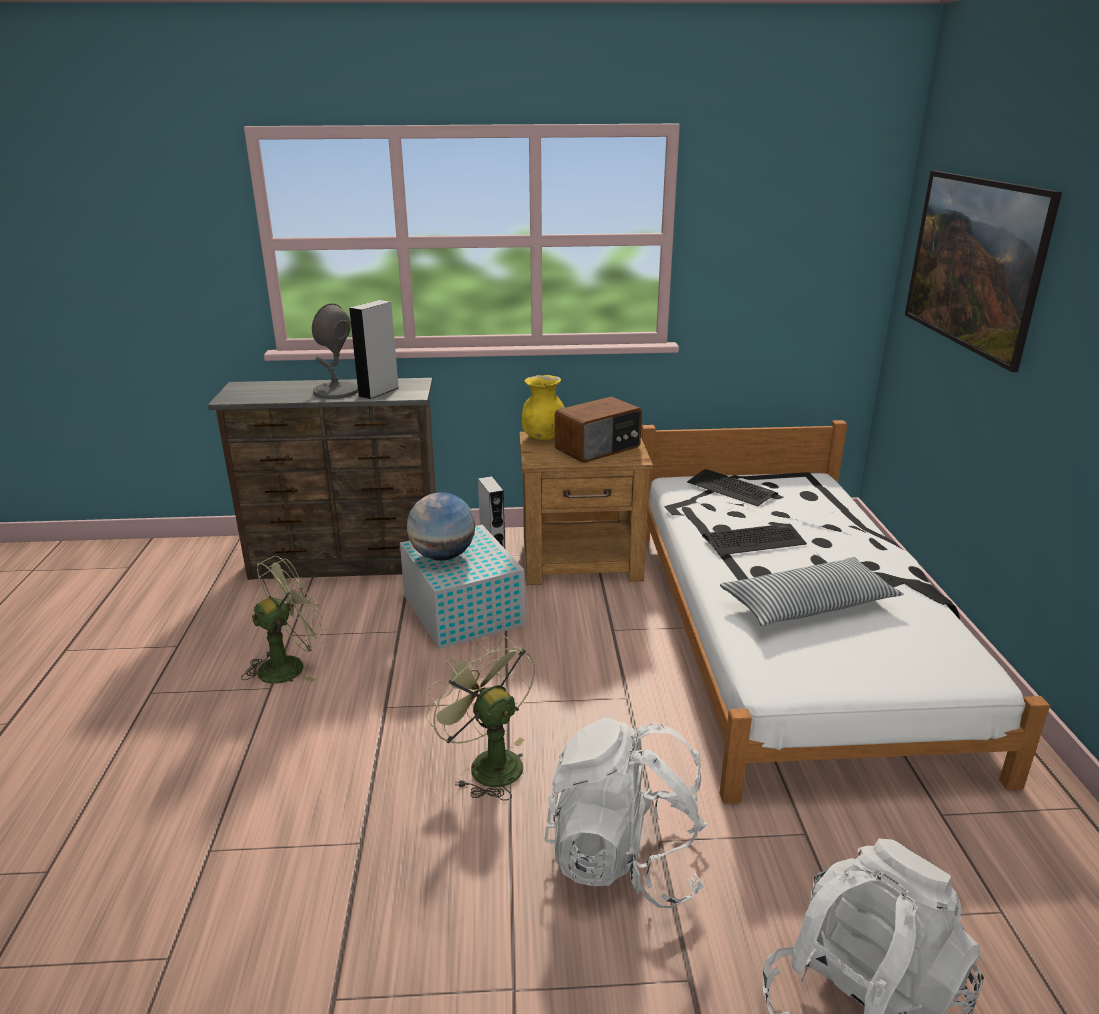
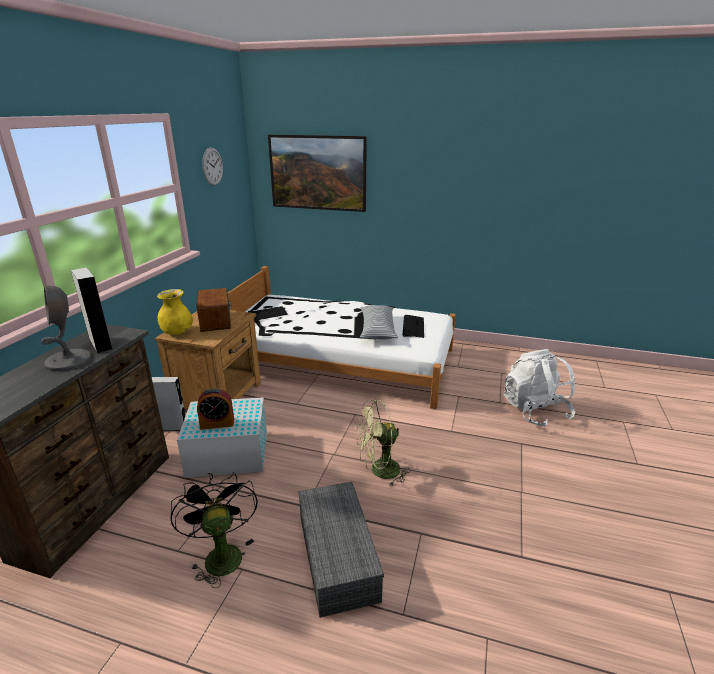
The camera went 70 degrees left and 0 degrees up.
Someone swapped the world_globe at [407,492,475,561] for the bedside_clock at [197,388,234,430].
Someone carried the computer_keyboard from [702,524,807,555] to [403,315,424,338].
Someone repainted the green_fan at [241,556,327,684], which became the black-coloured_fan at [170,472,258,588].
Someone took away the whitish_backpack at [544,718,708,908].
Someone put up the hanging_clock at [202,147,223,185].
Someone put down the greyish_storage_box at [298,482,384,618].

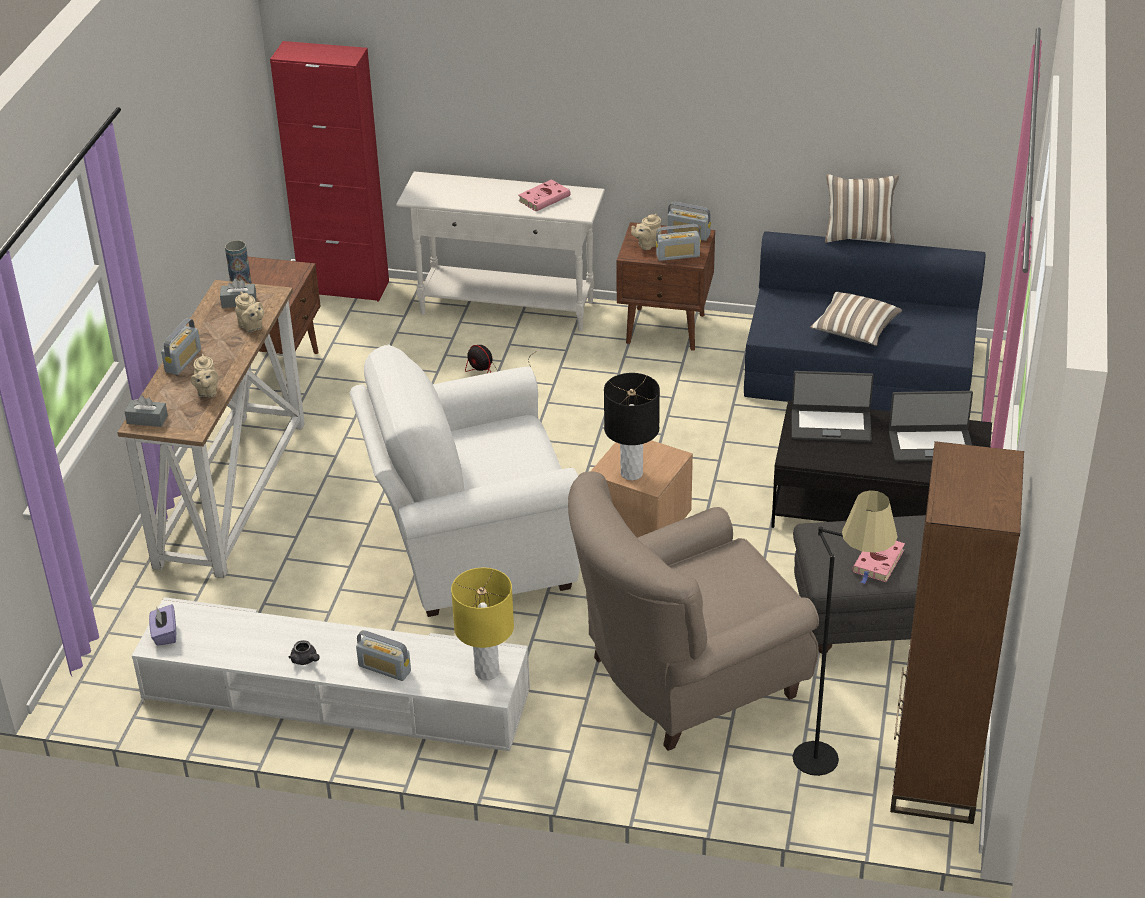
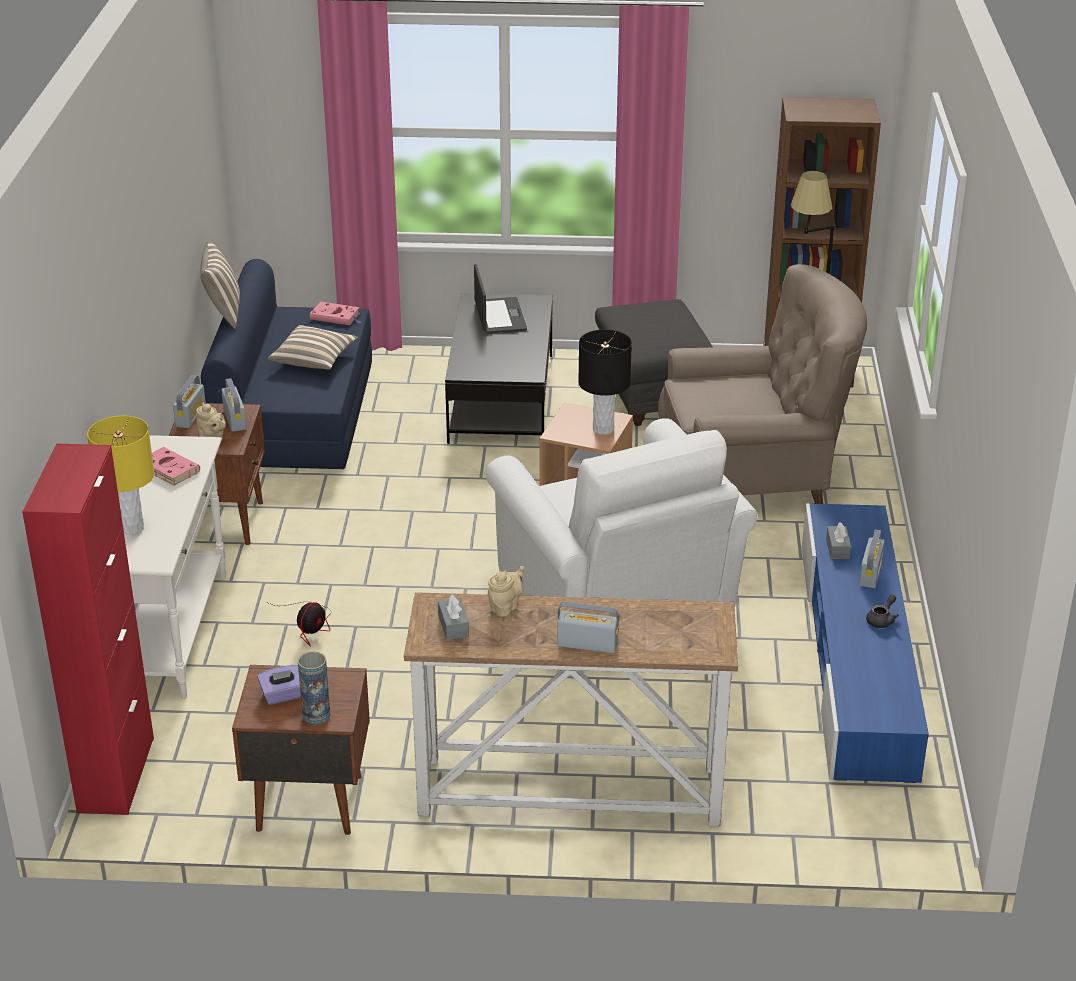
The camera went 100 degrees left and 5 degrees down.
Someone took away the beige-coloured_teapot at [191,354,219,397].
Someone took away the laptop at [792,371,874,442].
Someone carried the greyish_box_of_tissues from [124,395,168,427] to [826,522,851,559].
Someone rotated the beige-coloured_easy_chair at [568,471,819,751] by 60 degrees counterclockwise.
Someone carried the pinkish_book from [852,541,905,584] to [310,301,361,326].
Someone carried the yellow_tabletop_lamp from [451,568,514,680] to [87,416,154,535].
Someone repainted the whitish_media_console at [132,597,530,751], which became the blue-coloured_media_console at [802,503,929,783].
Someone carried the purple-coloured_box_of_tissues from [149,604,176,646] to [257,665,301,705].

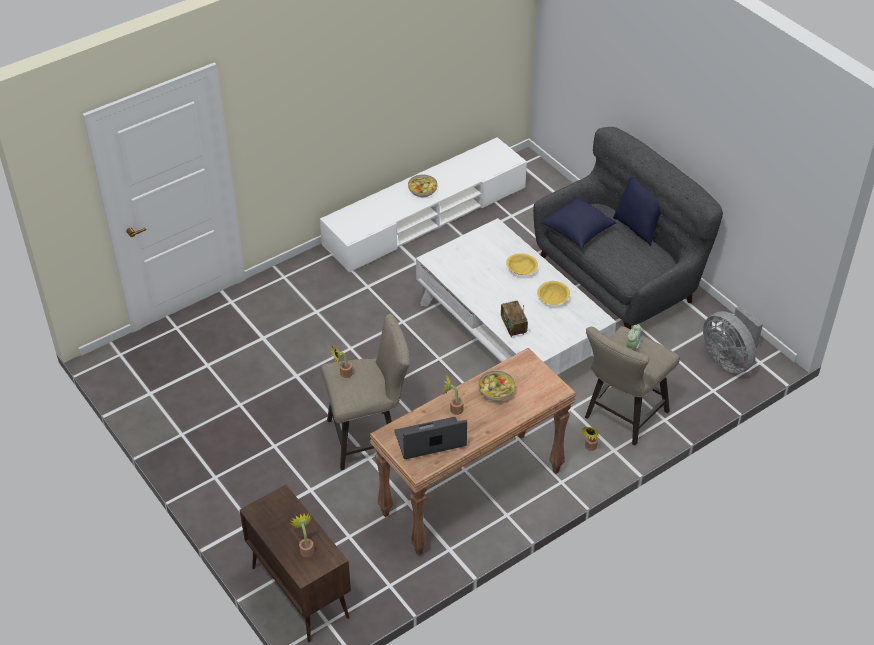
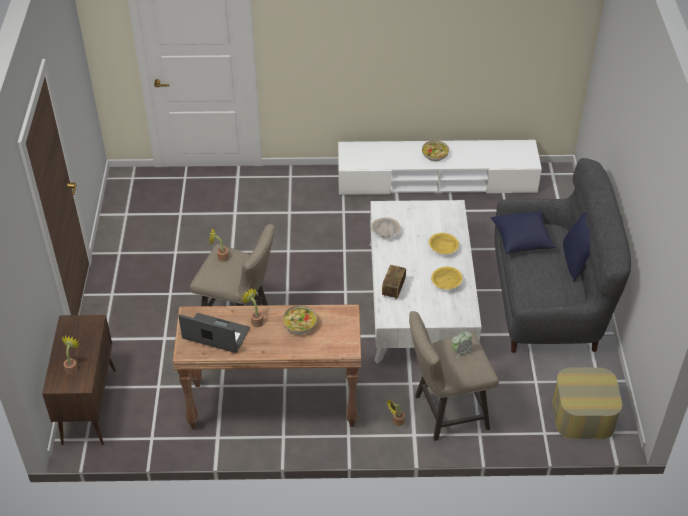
The camera went 35 degrees right and 0 degrees up.
Someone swapped the greyish_fan at [703,306,763,374] for the ottoman at [552,368,622,439].
Someone put down the beige-coloured_bowl at [371,217,400,238].

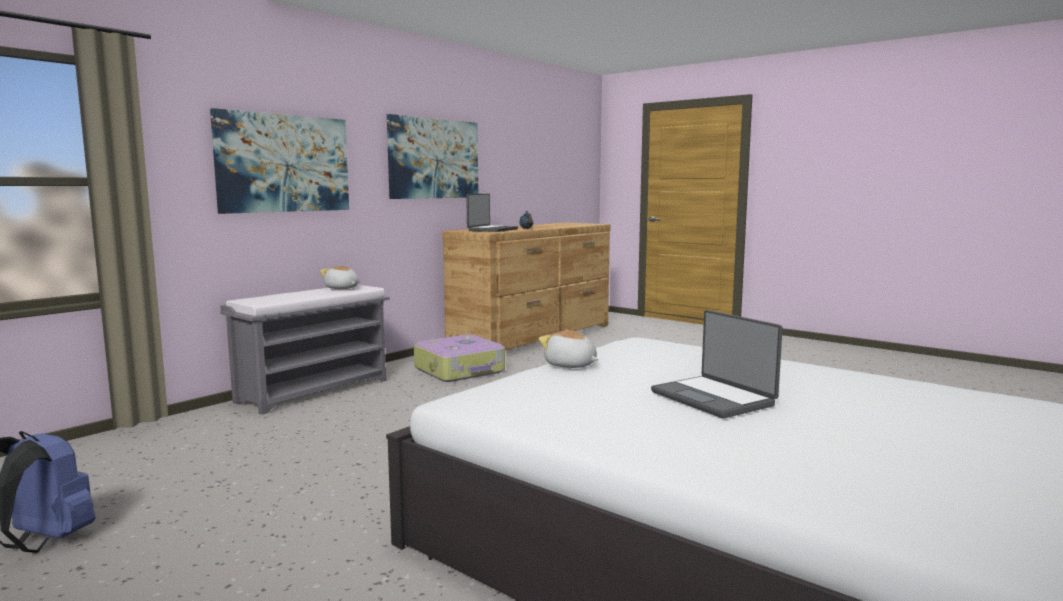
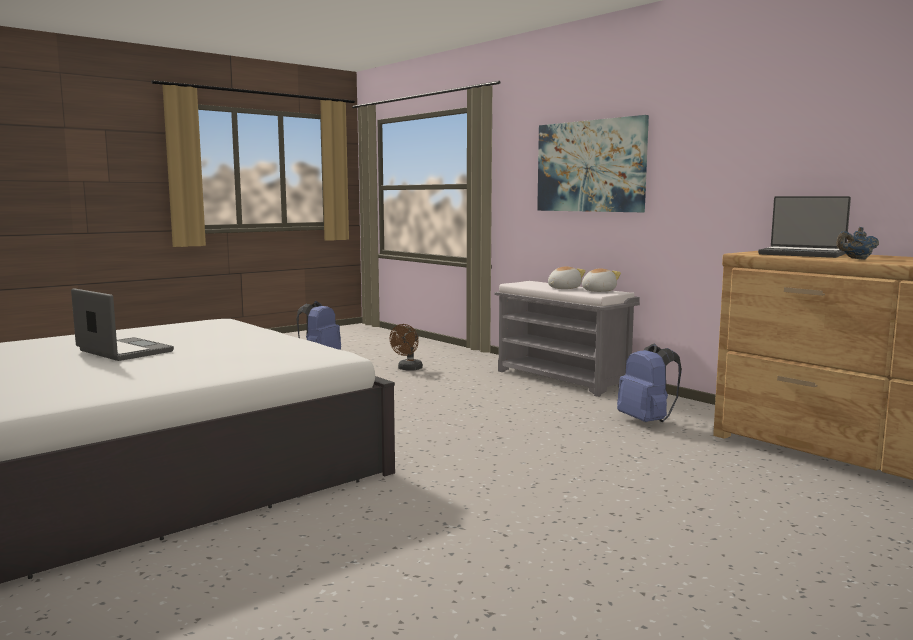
The camera went 100 degrees right and 0 degrees up.
Someone took away the wall_art at [387,114,478,199].
Someone rotated the laptop at [651,310,783,418] by 60 degrees clockwise.
Someone carried the soft_toy from [539,330,598,368] to [548,266,586,289].
Someone swapped the travel_case at [414,334,505,382] for the blue-coloured_backpack at [617,343,682,422].
Someone put down the brownish_fan at [390,324,423,371].

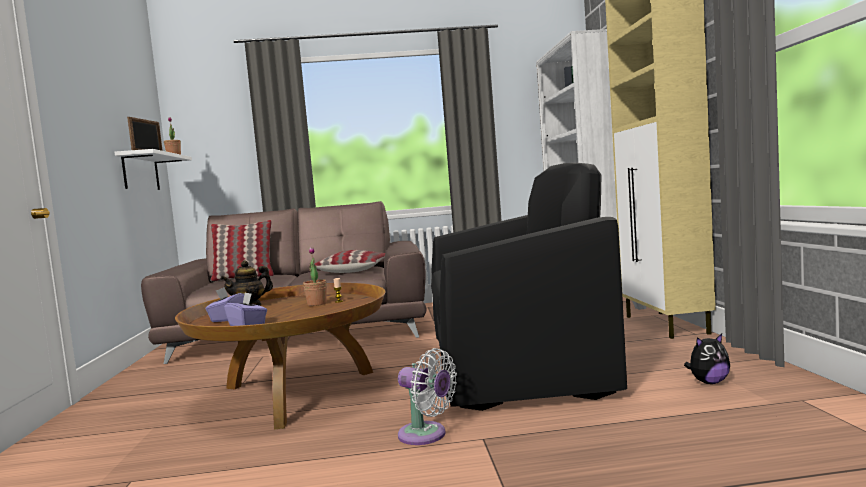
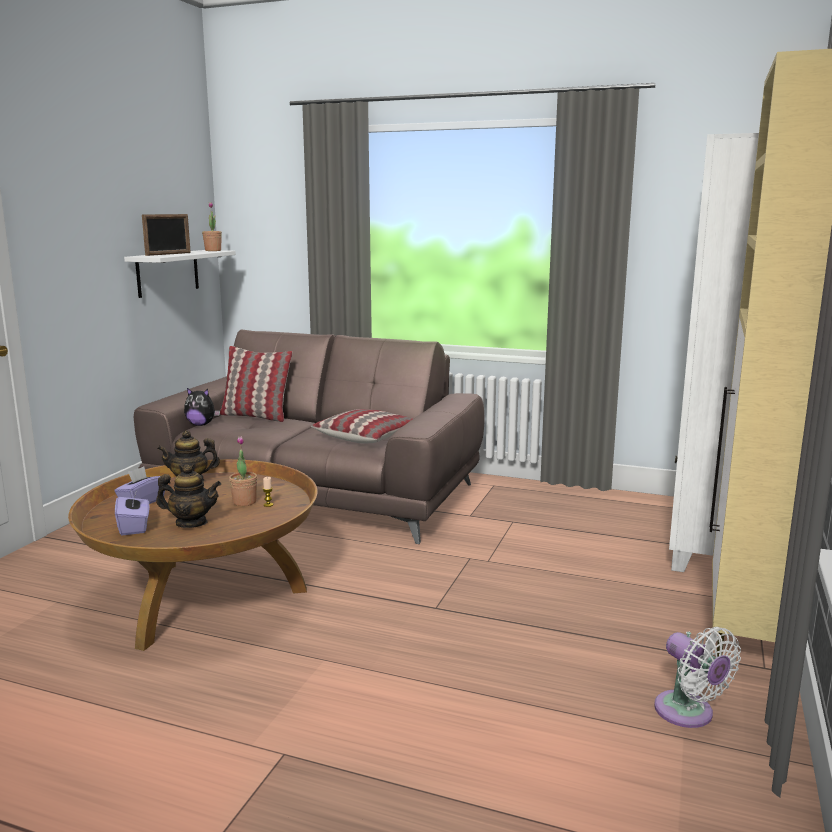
The camera went 25 degrees right and 10 degrees up.
Someone took away the black-coloured_easy_chair at [431,162,627,411].
Someone carried the soft_toy from [684,334,730,384] to [184,388,220,426].
Someone carried the whitish_fan from [398,348,457,445] to [654,627,741,728].
Someone put down the teapot at [156,465,221,528].

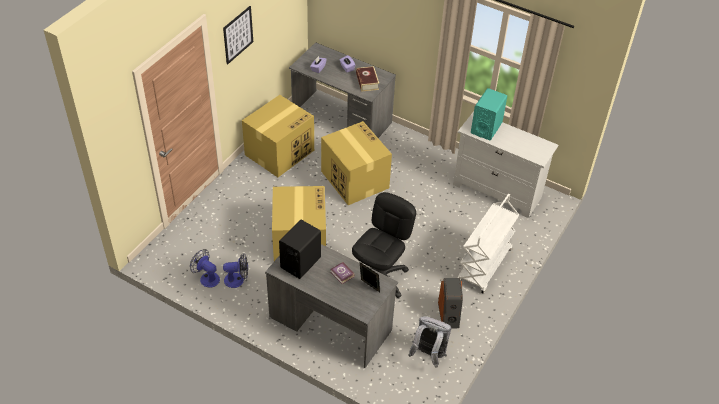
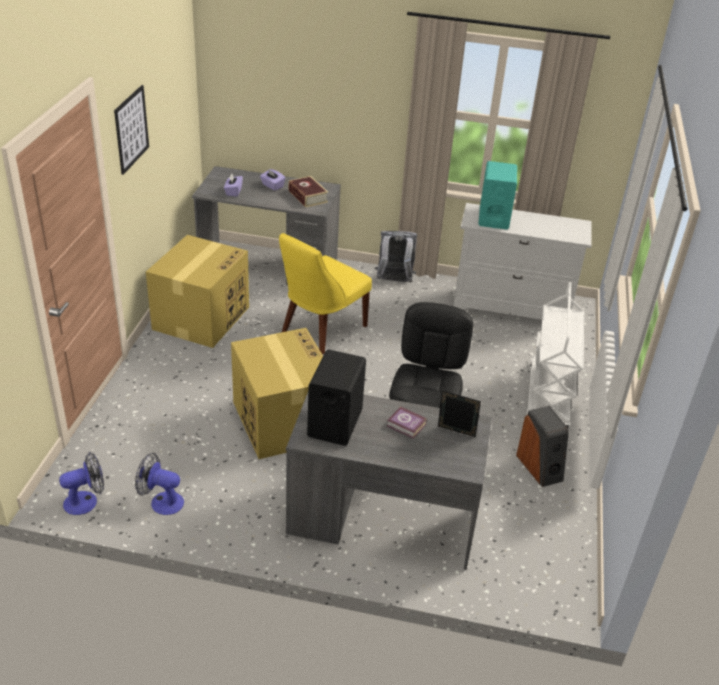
The camera went 20 degrees left and 10 degrees down.
Someone swapped the cardboard_box at [321,121,392,205] for the yellow_upright_chair at [279,233,372,355].
Someone carried the fan from [223,253,248,288] to [59,452,104,515].
Someone carried the greyish_backpack from [409,316,451,368] to [375,231,417,283].

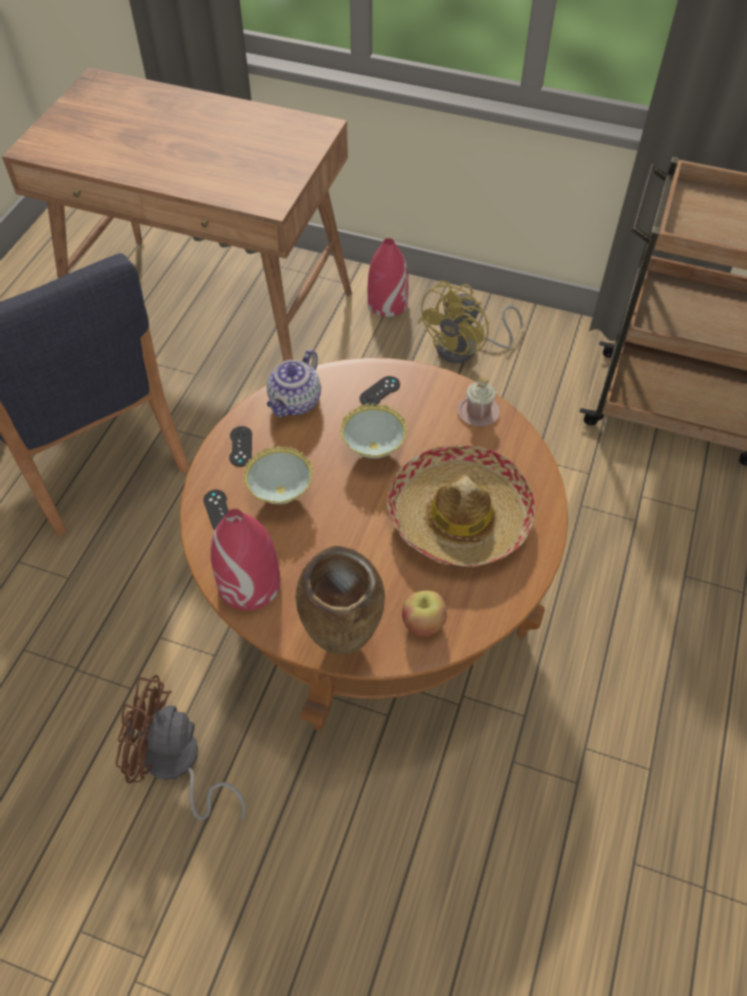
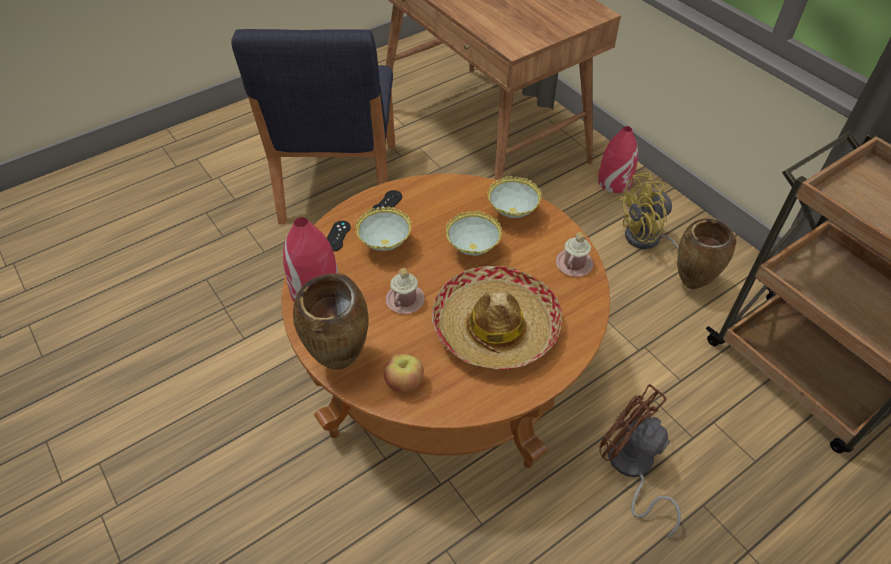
The camera went 35 degrees right and 5 degrees down.
Someone took away the teapot at [267,349,321,417].
Someone swapped the black-coloured_gamepad at [359,376,400,407] for the bowl at [487,176,542,218].
Someone carried the brownish_fan from [116,675,246,821] to [599,384,681,537].
Someone put down the brownish_decorative_vase at [677,219,736,289].
Someone put down the pinkish_mug at [386,268,425,314].

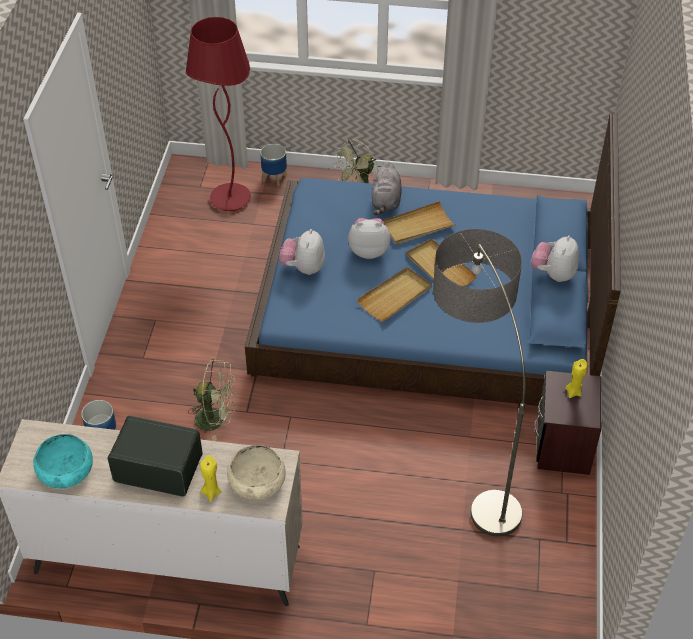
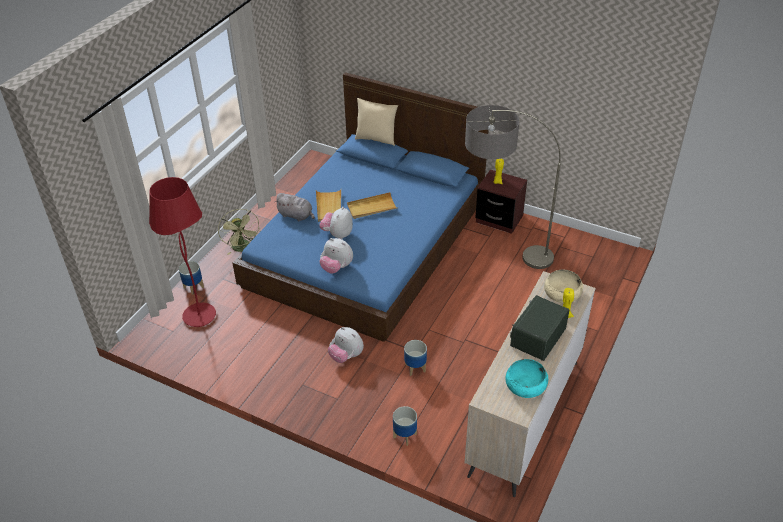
The camera went 70 degrees left and 5 degrees down.
Someone carried the soft_toy from [531,235,579,282] to [328,327,364,363].
Someone took away the beige-coloured_tray at [357,267,431,322].
Someone swapped the green_fan at [188,359,237,441] for the flower_pot at [404,340,427,376].
Someone put down the beige-coloured_throw_pillow at [355,98,398,146].

